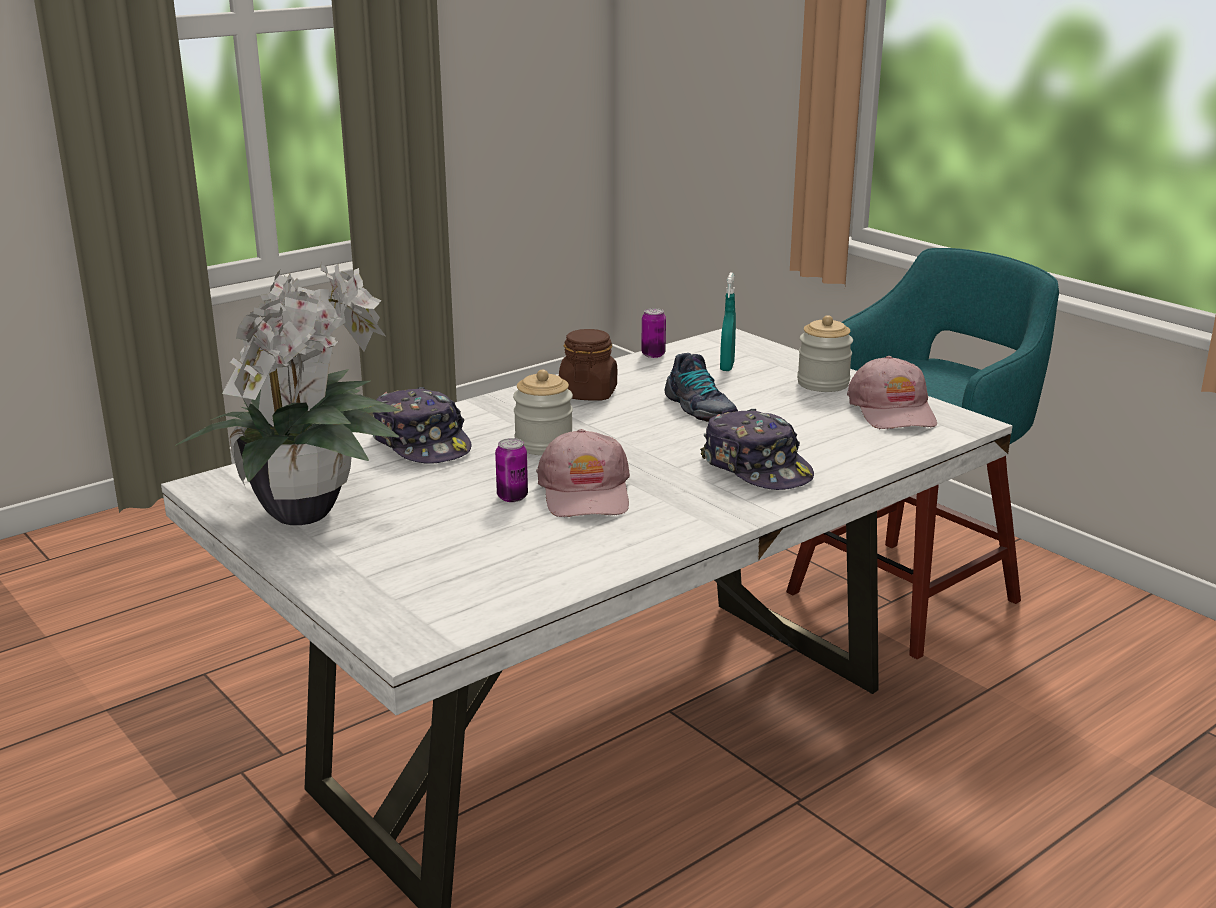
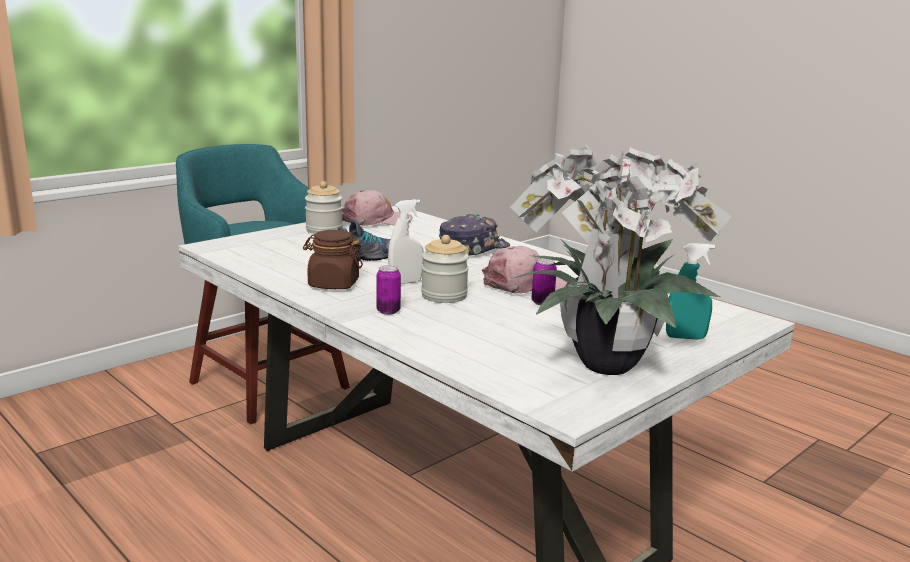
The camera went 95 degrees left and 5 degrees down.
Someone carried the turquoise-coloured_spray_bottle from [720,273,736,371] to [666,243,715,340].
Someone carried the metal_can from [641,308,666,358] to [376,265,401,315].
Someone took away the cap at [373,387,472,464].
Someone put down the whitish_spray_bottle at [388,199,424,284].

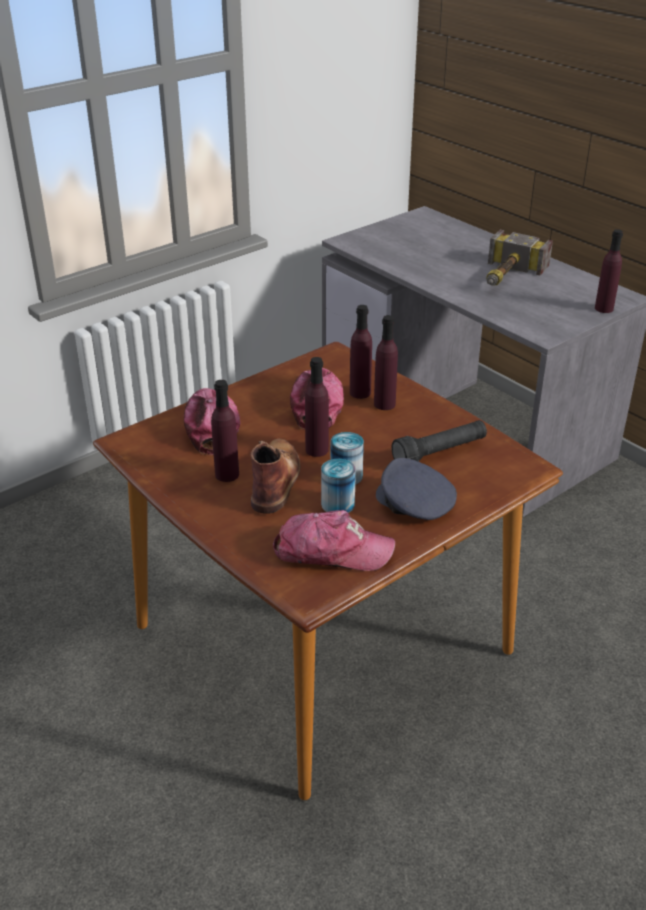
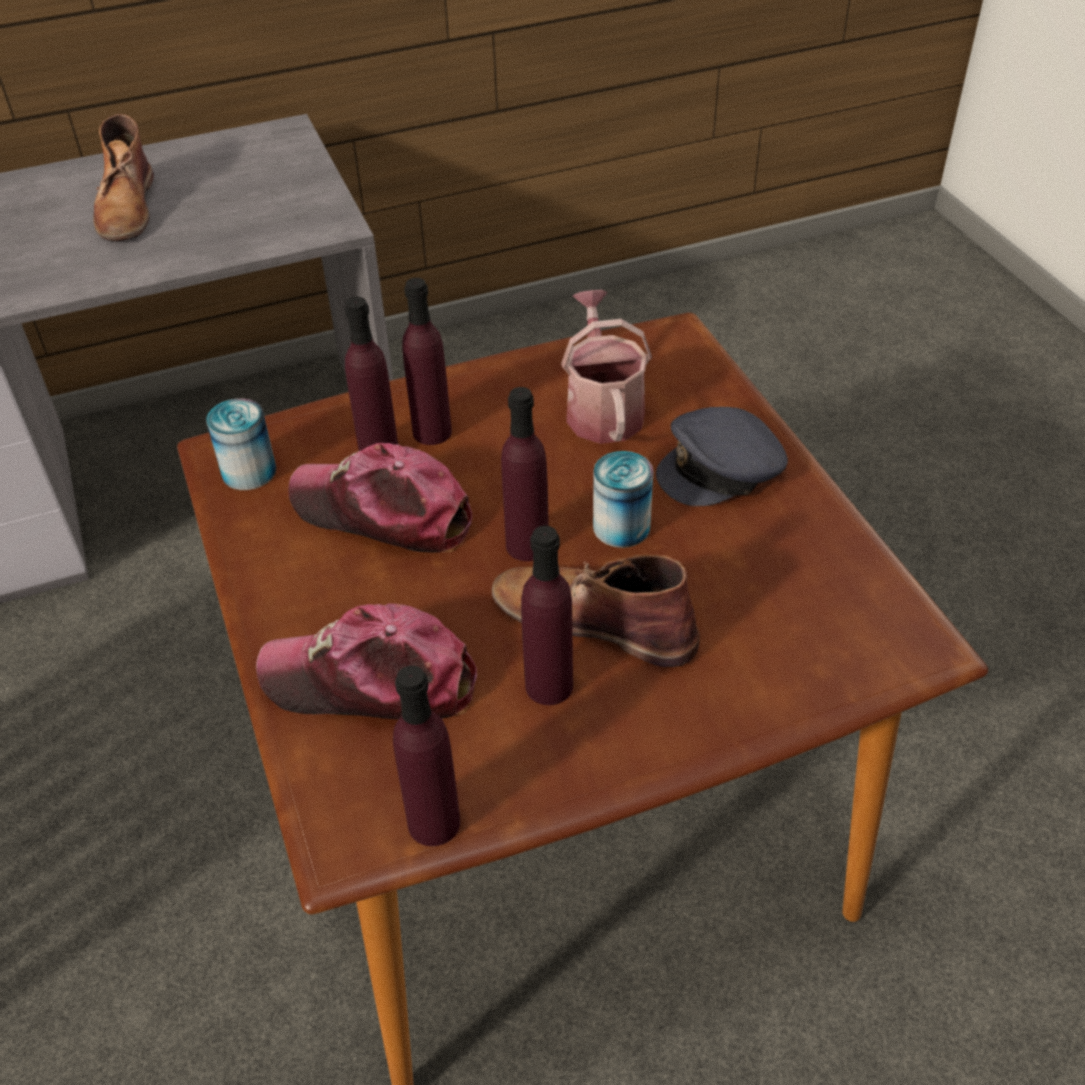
The camera went 70 degrees left and 10 degrees up.
Someone carried the purple-coloured_drink_bottle from [595,229,623,313] to [393,666,460,846].
Someone swapped the hand_hammer at [486,230,553,286] for the brownish_boot at [93,114,154,241].
Someone swapped the black-coloured_torch at [392,420,487,462] for the watering_can at [561,290,652,444].
Someone carried the metal_can from [321,459,356,513] to [206,398,276,490].
Someone took away the cap at [273,510,395,571].

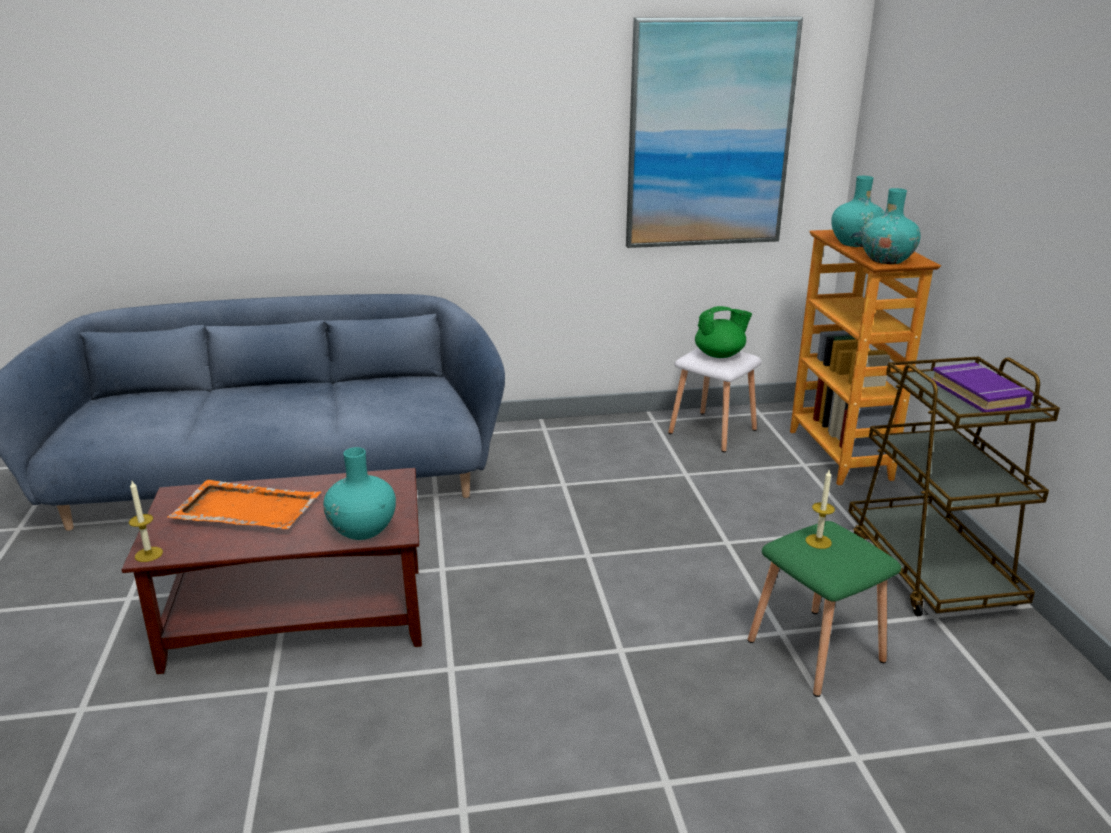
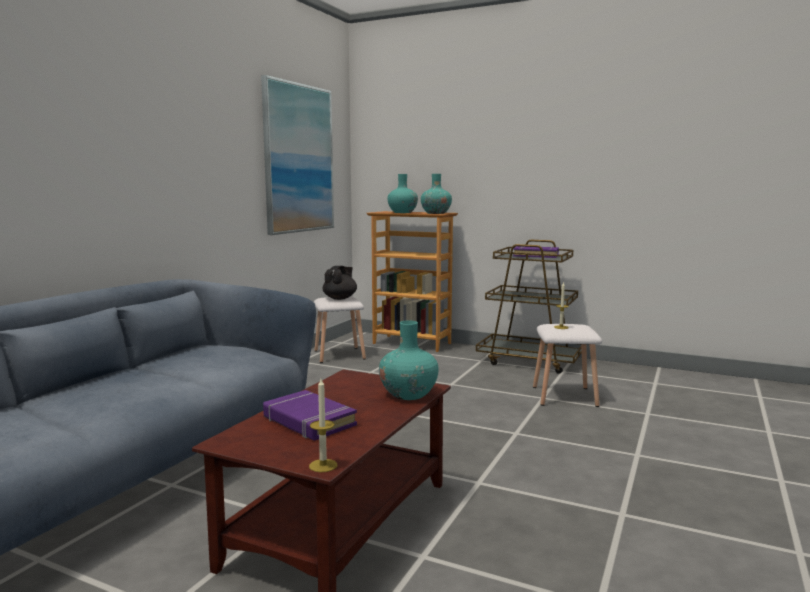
The camera went 55 degrees left and 15 degrees down.
Someone repainted the green_teapot at [695,306,752,358], which became the black-coloured_teapot at [323,266,357,300].
Someone swapped the orange-coloured_tray at [167,480,321,529] for the purple-coloured_book at [263,390,357,440].
Someone repainted the green_stool_seat at [748,521,901,697], which became the whitish_stool_seat at [533,324,602,407].

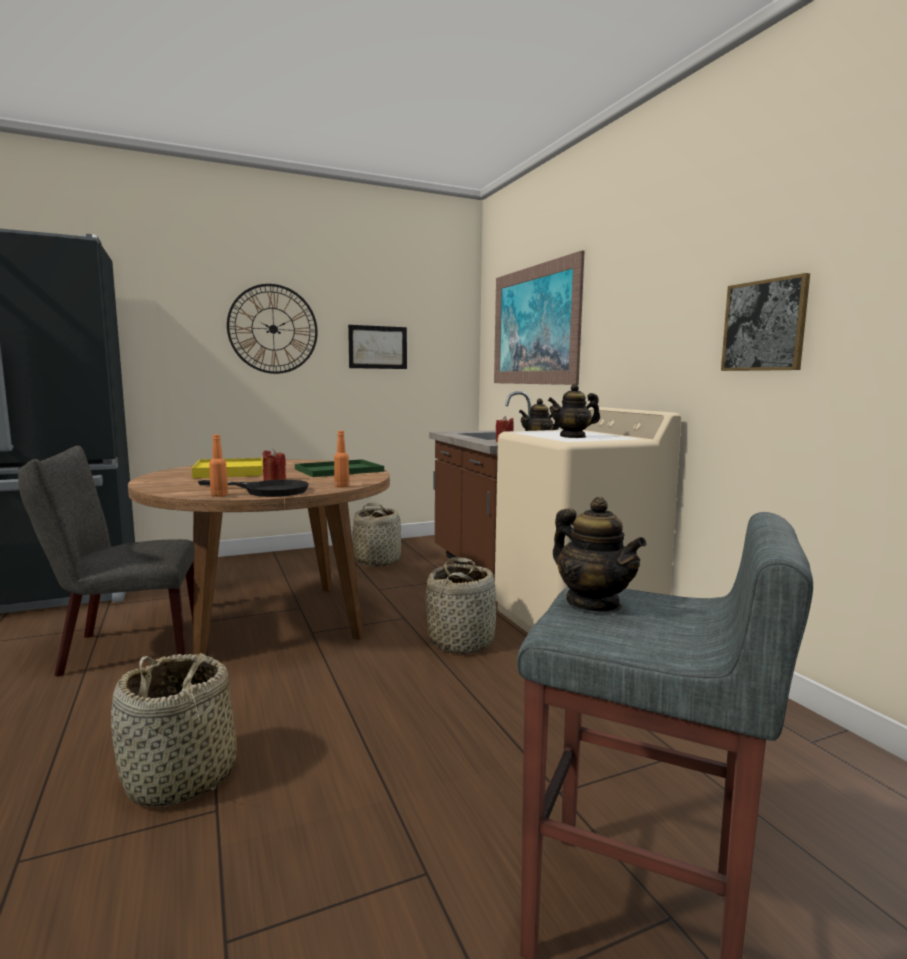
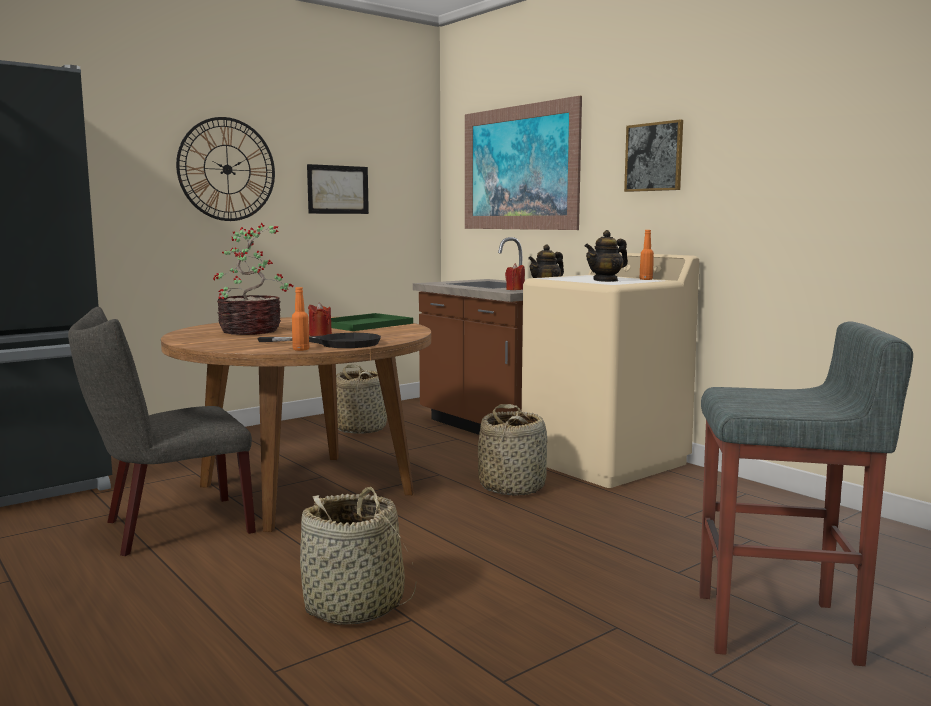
The camera went 15 degrees left and 0 degrees up.
Someone carried the wall_art from [721,273,810,371] to [624,119,683,192].
Someone carried the orange-coloured_drink_bottle from [334,431,349,487] to [640,230,654,280].
Someone swapped the yellow_tray at [192,458,263,478] for the houseplant at [213,223,294,335].
Someone took away the teapot at [553,497,647,612].

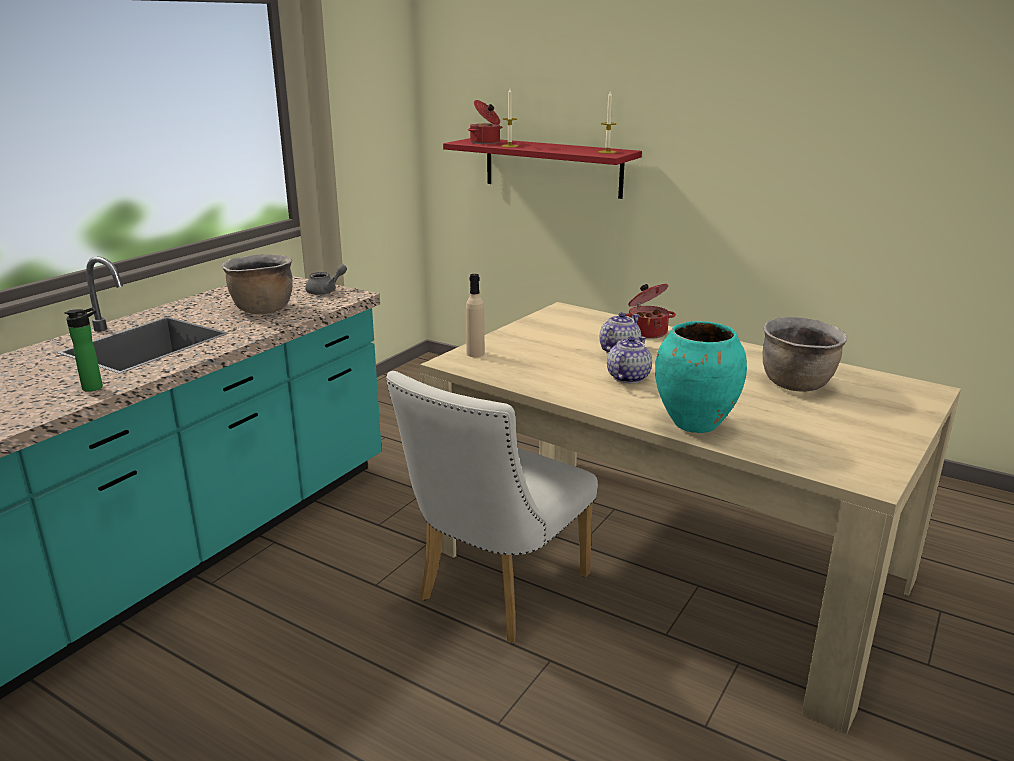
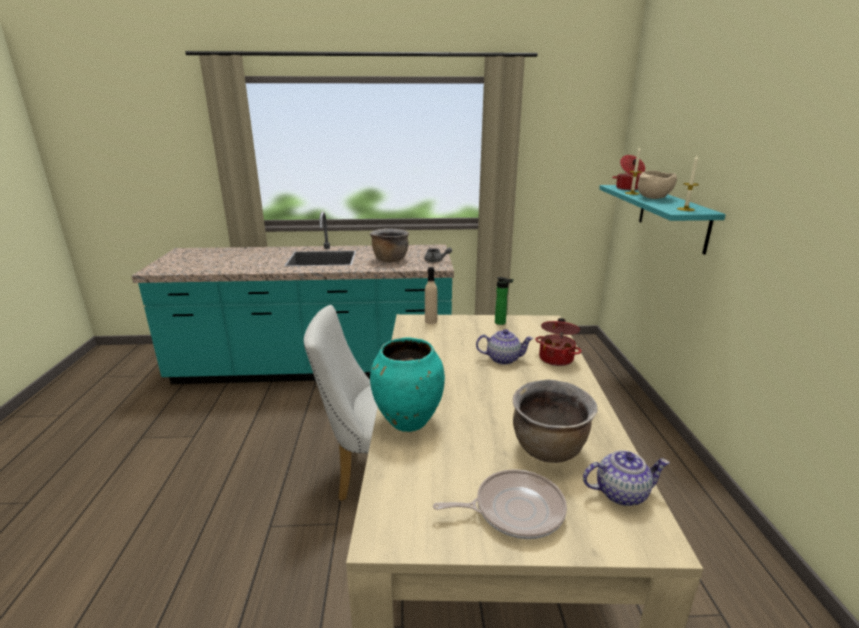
The camera went 55 degrees right and 0 degrees up.
Someone repainted the red-coloured_wall_shelf at [443,138,642,199], which became the turquoise-coloured_wall_shelf at [599,185,726,255].
Someone carried the drink_bottle from [65,307,103,392] to [495,277,513,325].
Someone carried the teapot from [607,336,652,383] to [583,450,670,506].
Someone put down the beige-coloured_bowl at [638,171,677,199].
Someone put down the skillet at [433,469,567,539].

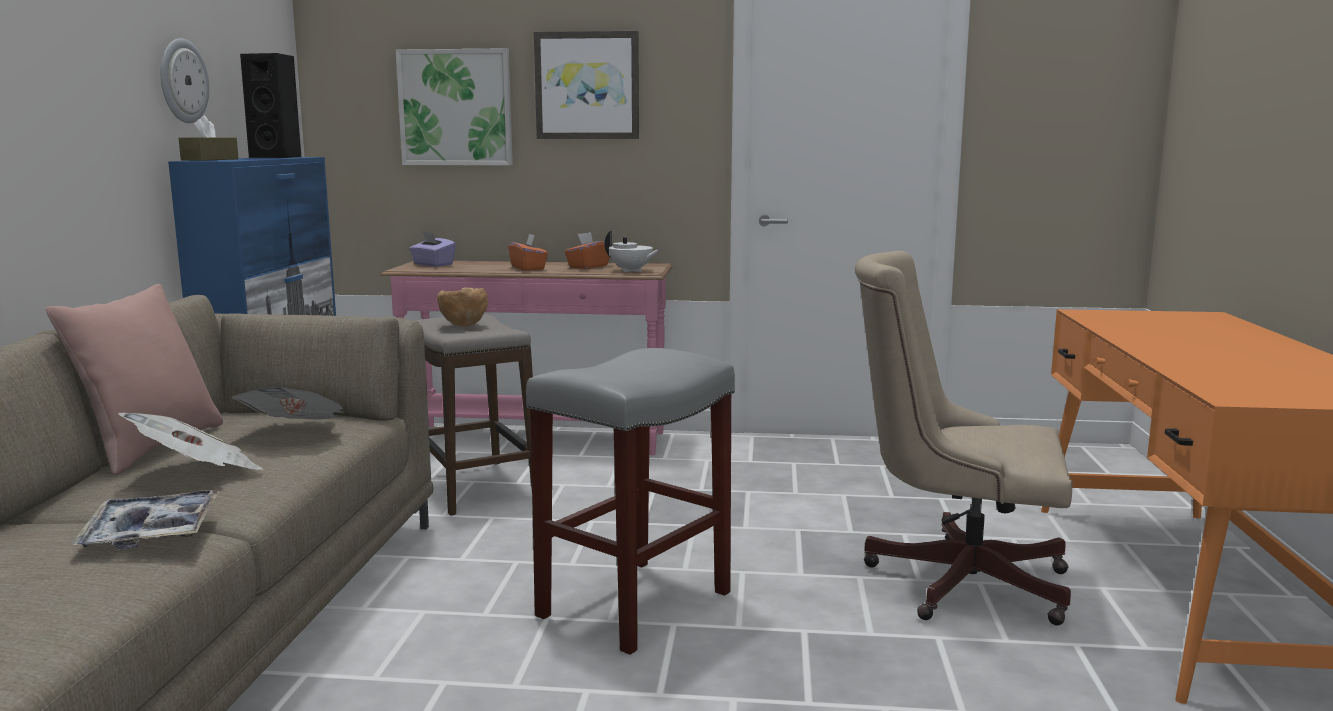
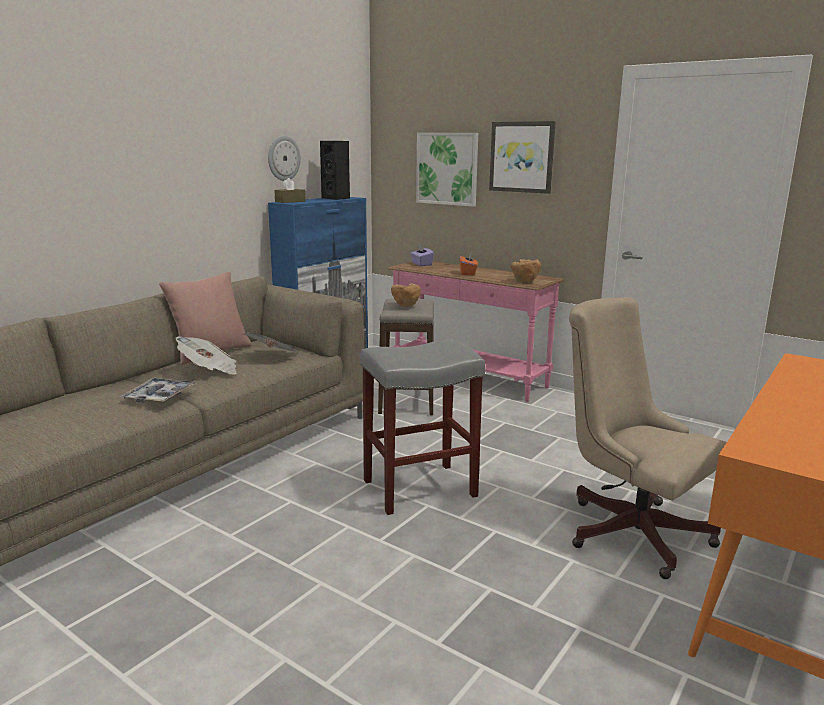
The camera went 30 degrees right and 5 degrees up.
Someone swapped the whitish_teapot at [604,231,660,272] for the brownish_bowl at [511,259,541,283].
Someone took away the orange-coloured_box_of_tissues at [564,232,609,269].

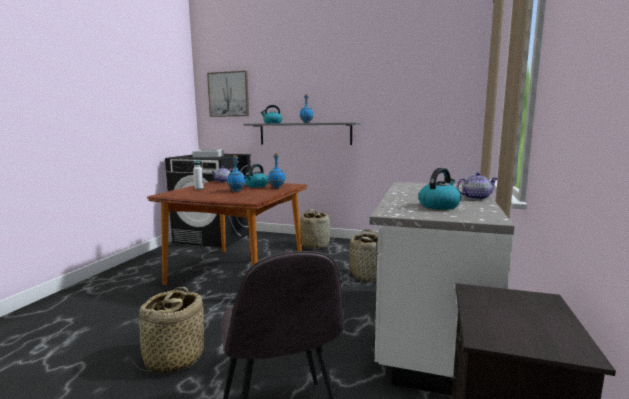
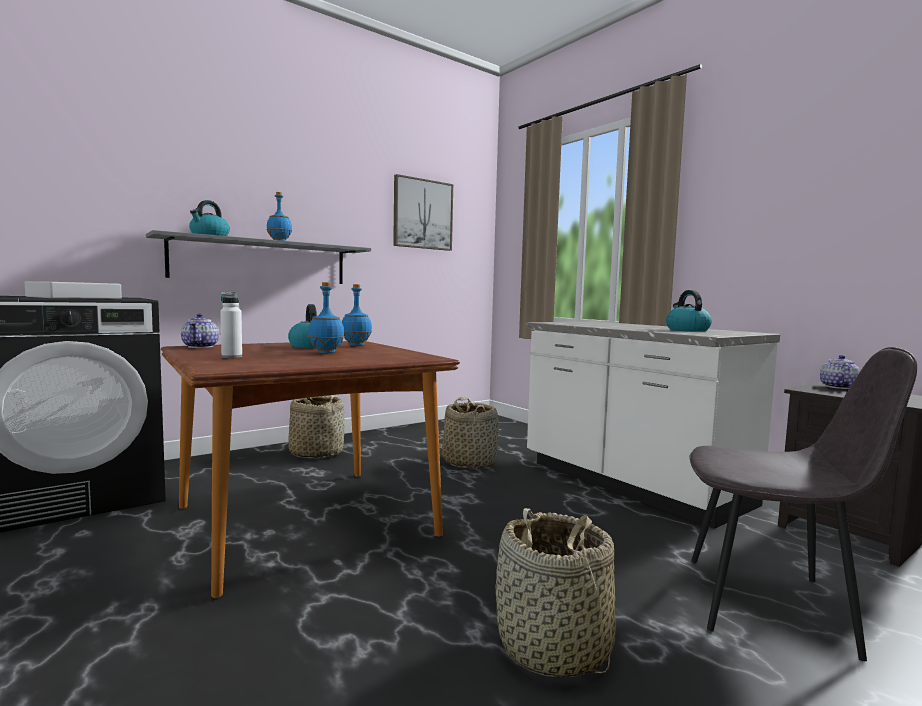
The camera went 55 degrees left and 5 degrees down.
Someone carried the wall_art from [207,71,249,117] to [393,174,453,251].
Someone carried the teapot from [456,172,498,200] to [820,355,860,389].

